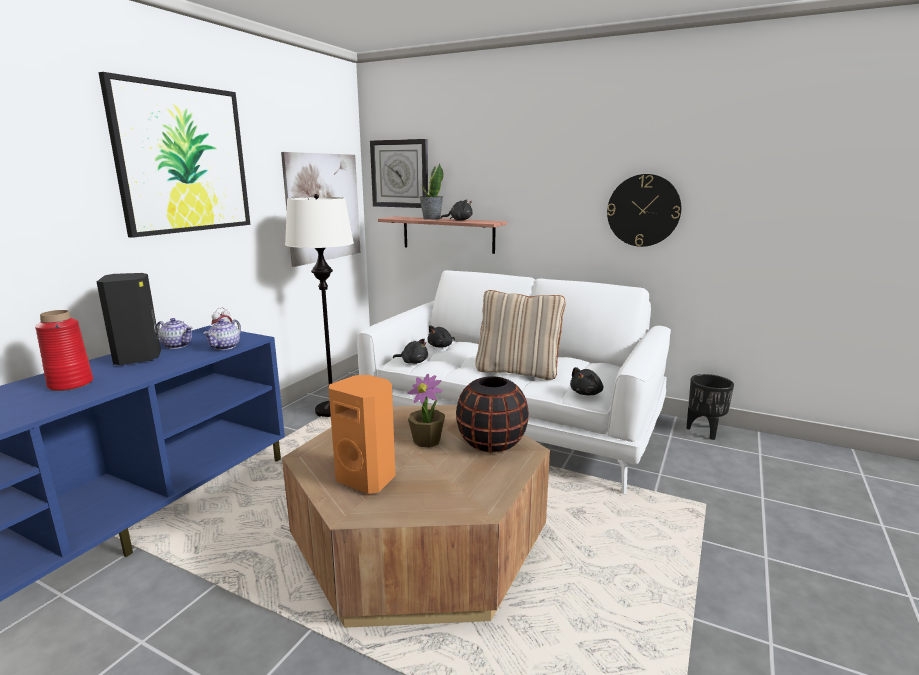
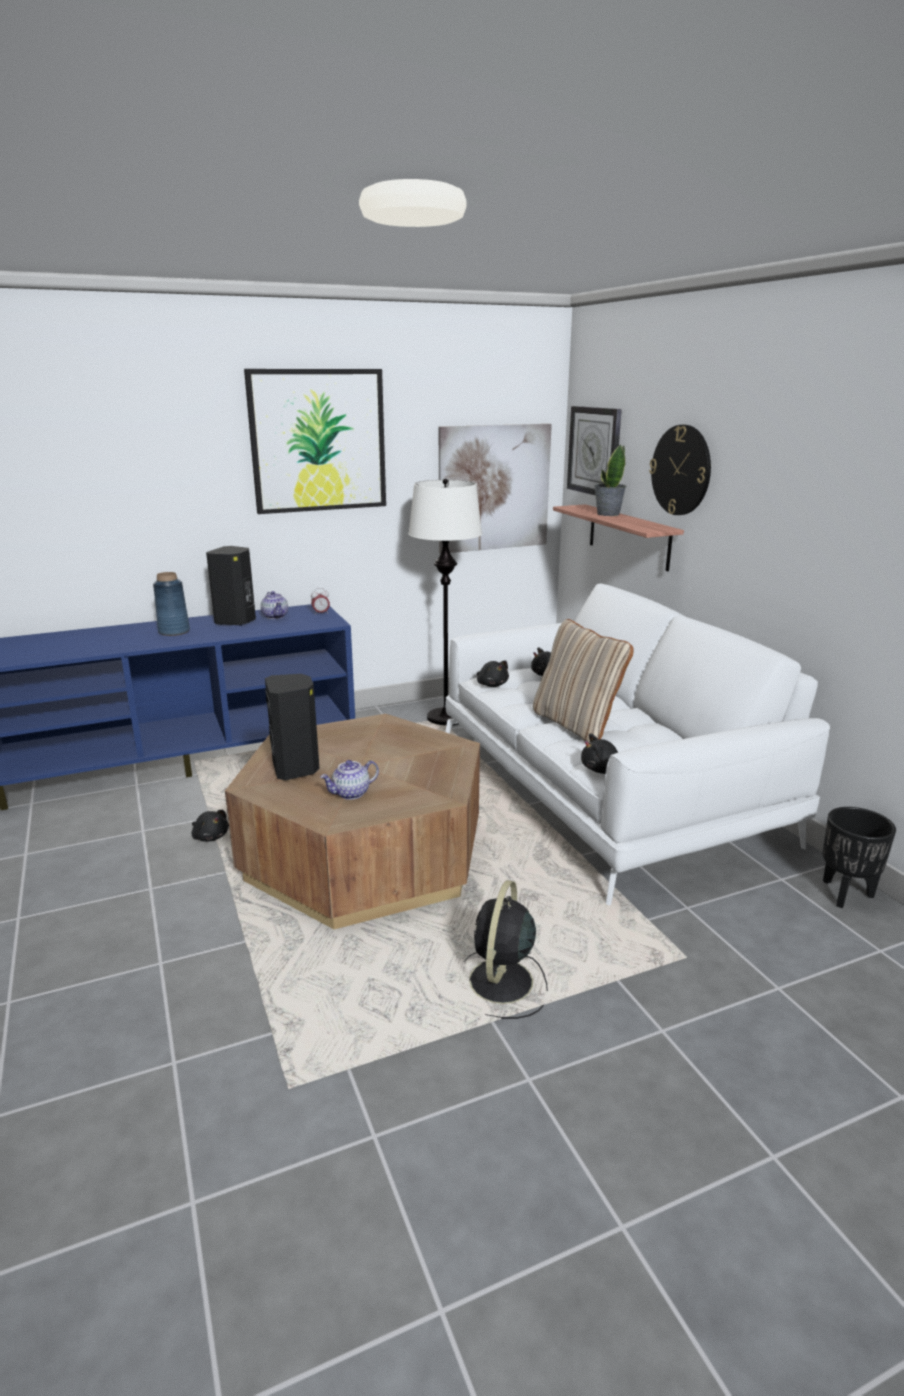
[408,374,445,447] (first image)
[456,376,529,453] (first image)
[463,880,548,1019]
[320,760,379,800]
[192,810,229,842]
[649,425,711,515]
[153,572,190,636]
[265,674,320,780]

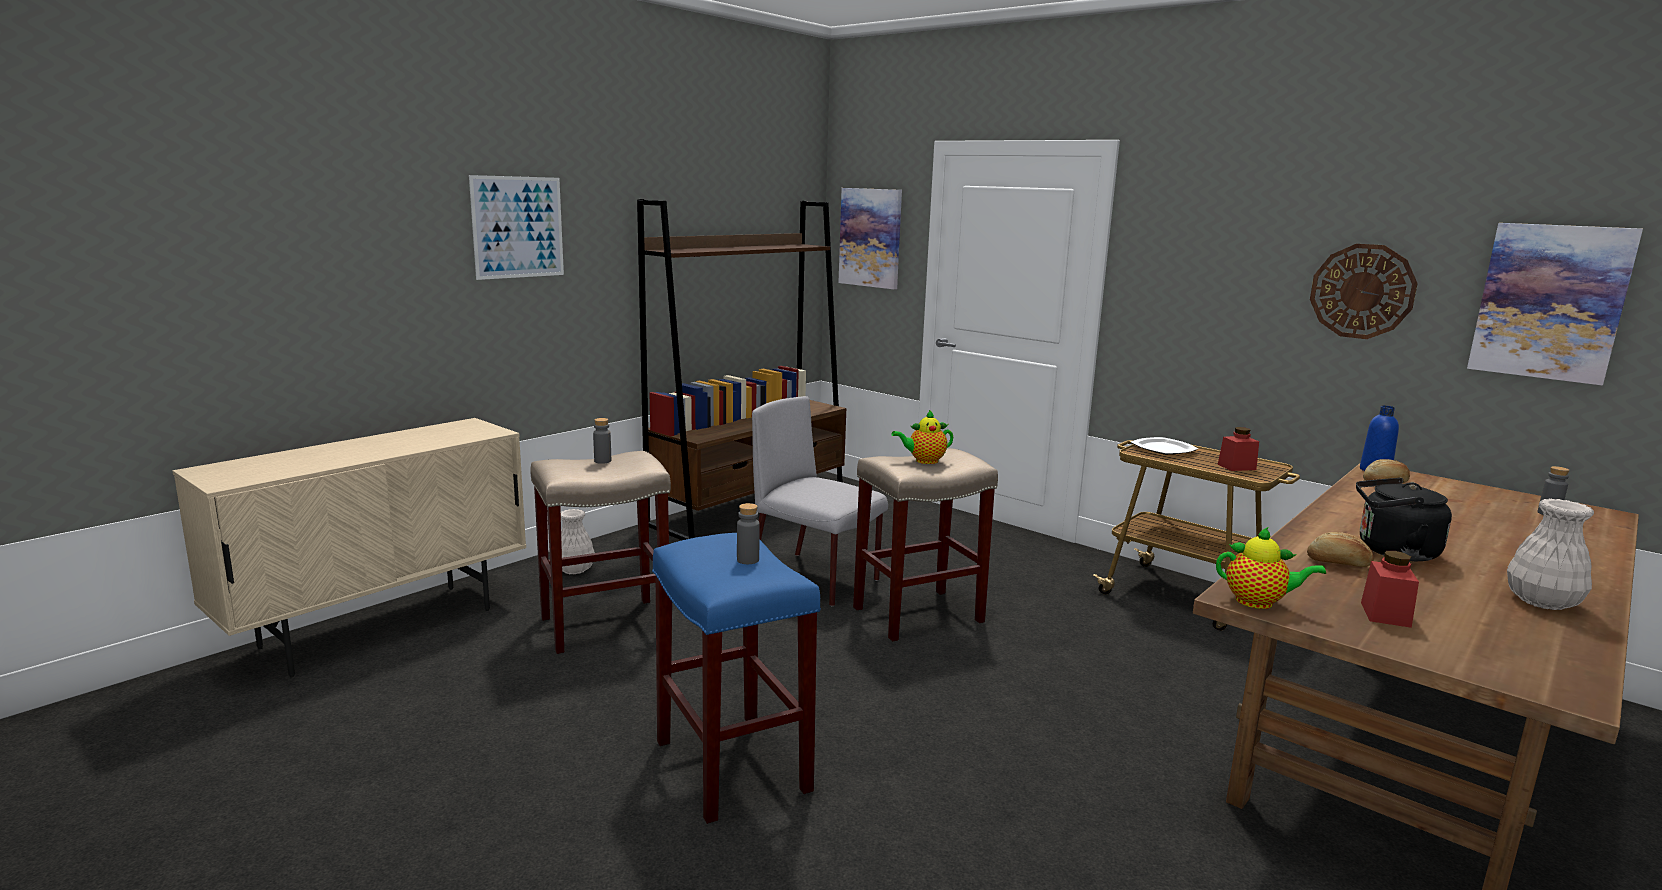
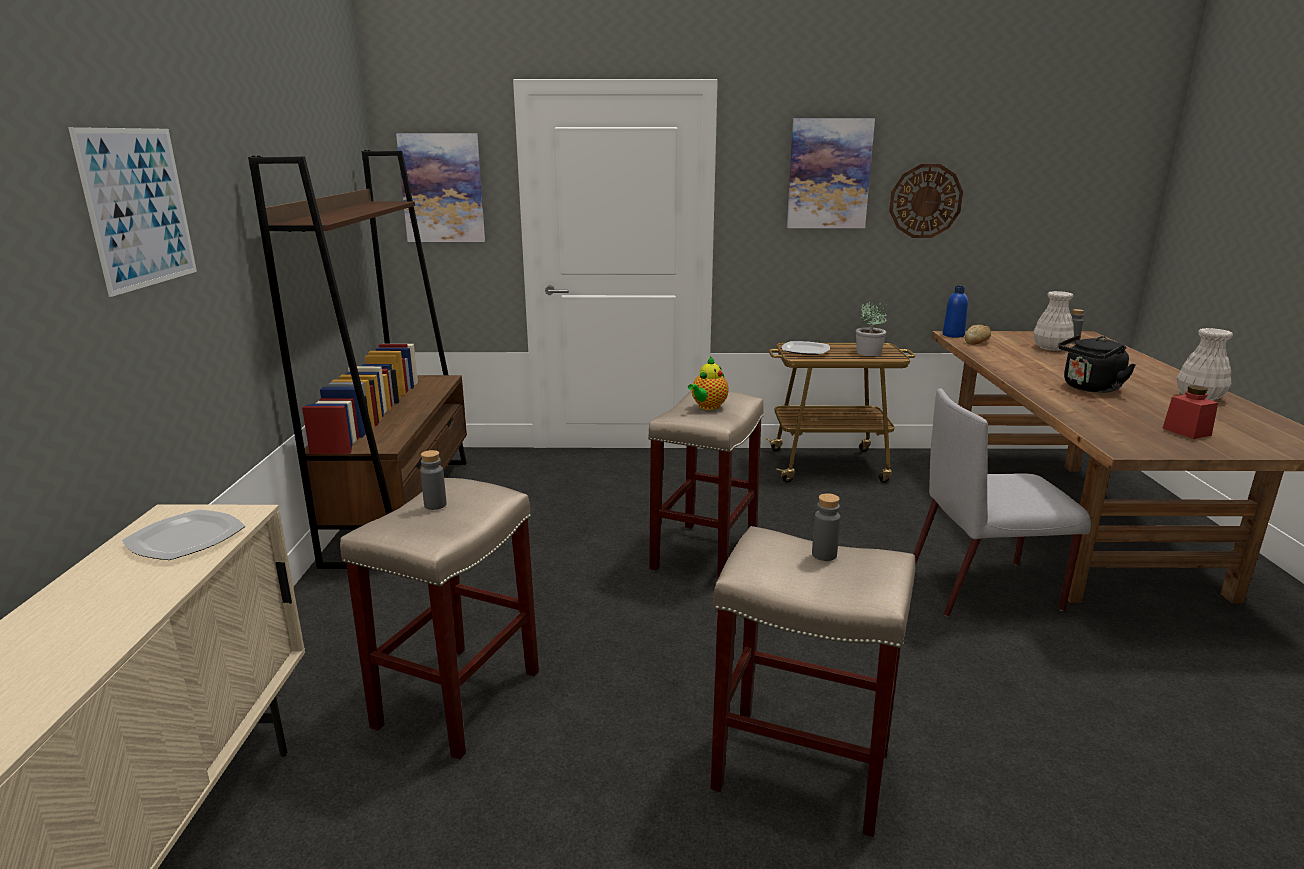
[1216,527,1326,609] (first image)
[1307,532,1374,567] (first image)
[122,509,245,560]
[1033,291,1074,351]
[914,388,1091,616]
[787,118,875,228]
[856,302,887,356]
[711,526,915,837]

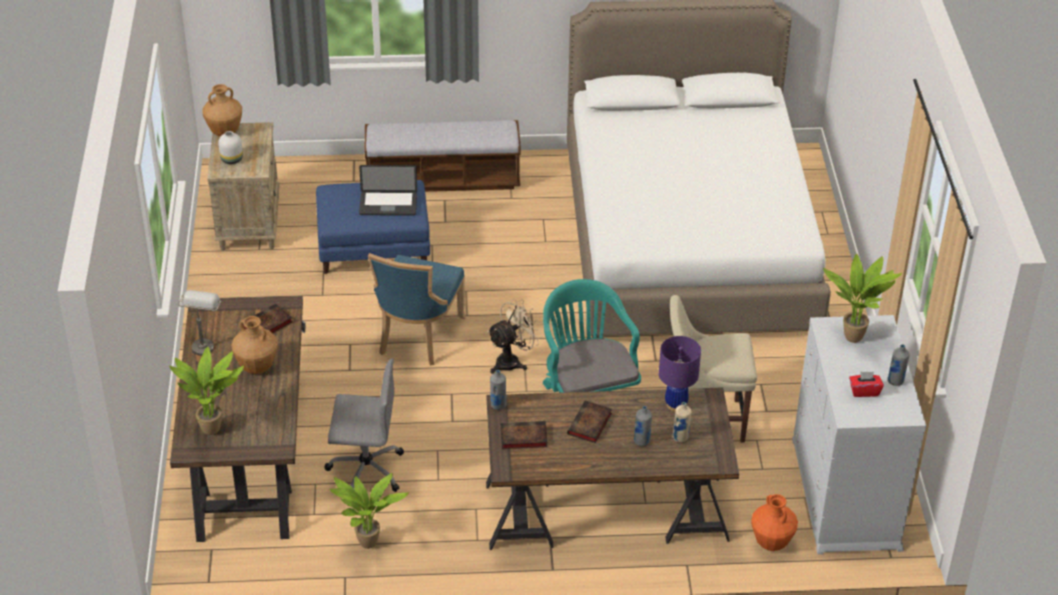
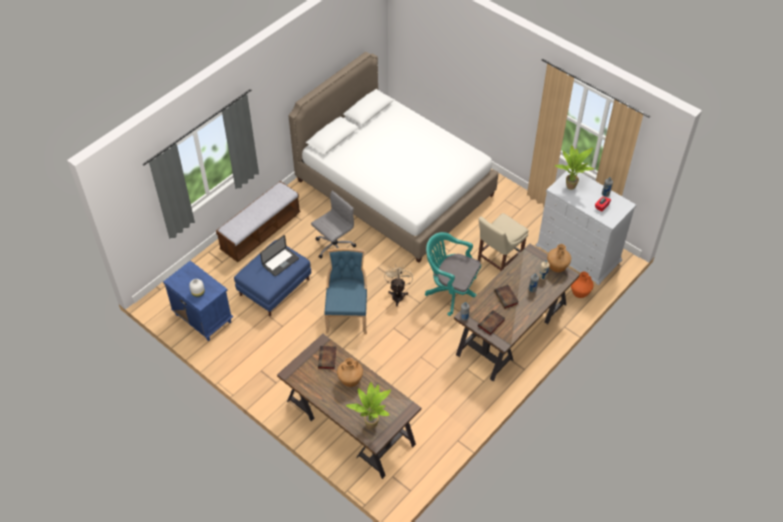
[178,290,222,356] (first image)
[329,473,409,549] (first image)
[659,336,701,411] (first image)
[547,244,571,272]
[311,191,356,259]
[163,261,234,341]
[324,248,367,334]

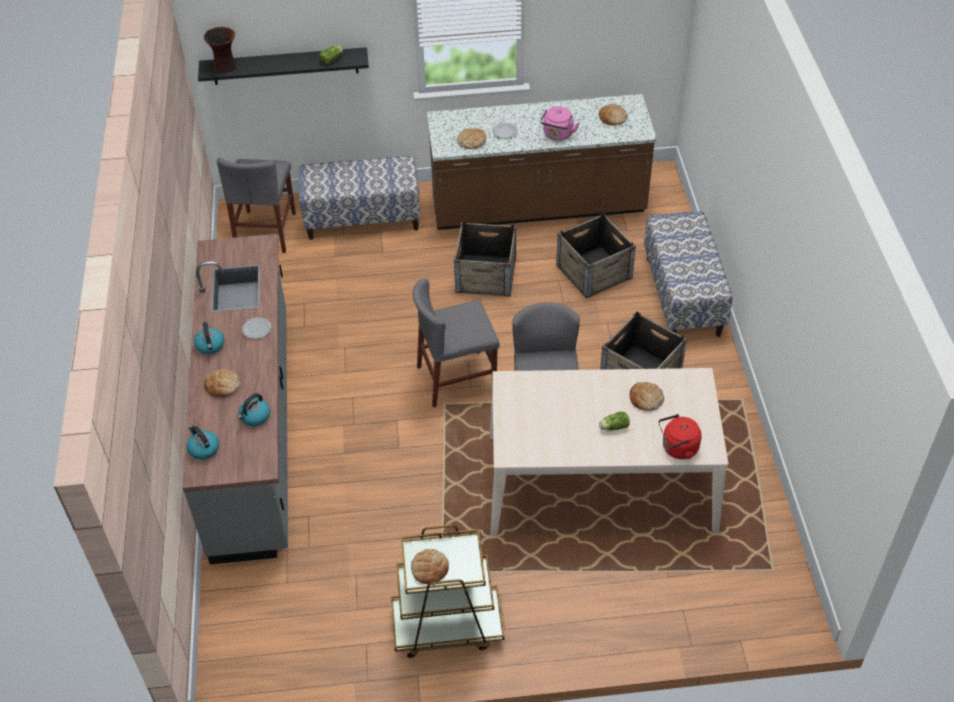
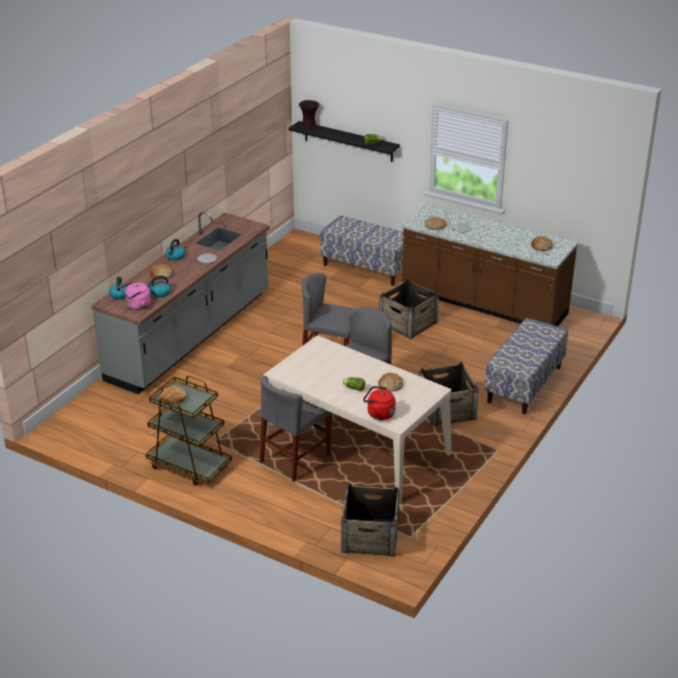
[260,376,332,482]
[120,281,151,310]
[341,484,400,557]

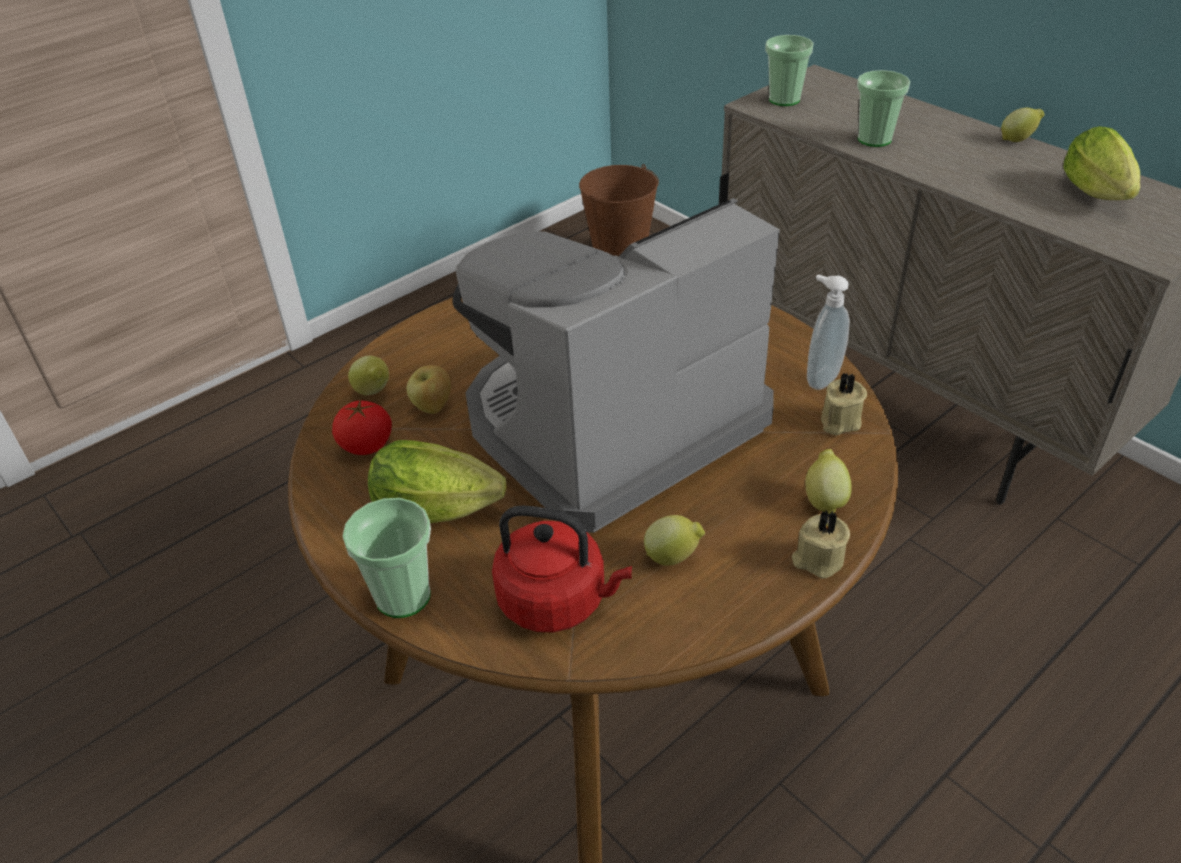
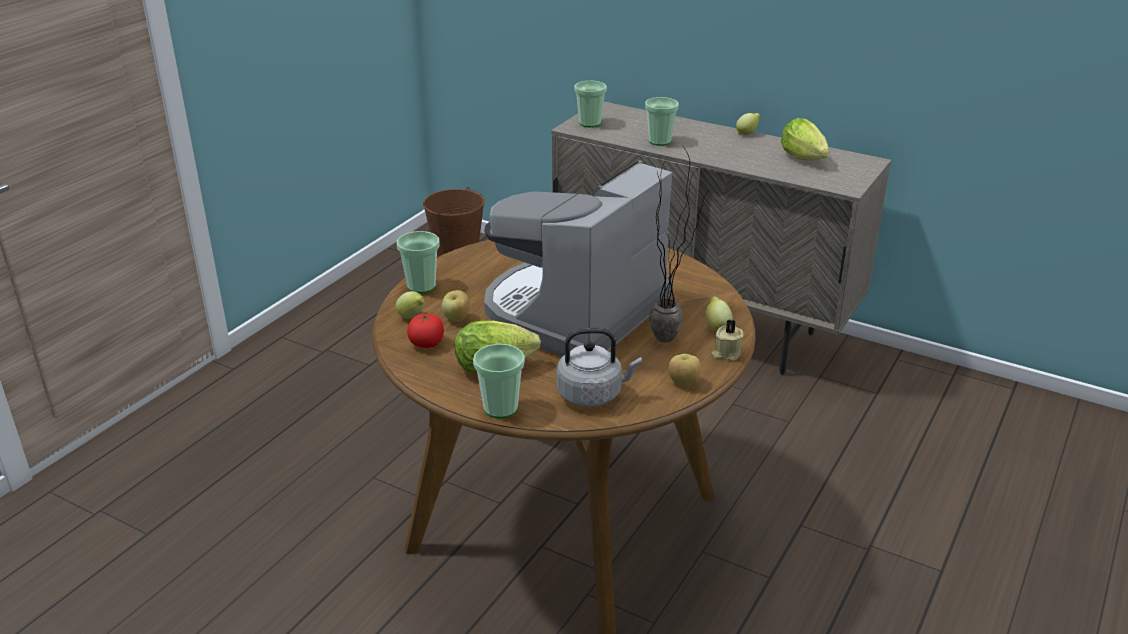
[644,515,705,566] (first image)
[807,274,850,390] (first image)
[821,372,867,435] (first image)
[397,231,440,293]
[649,146,708,343]
[669,354,701,386]
[557,328,642,407]

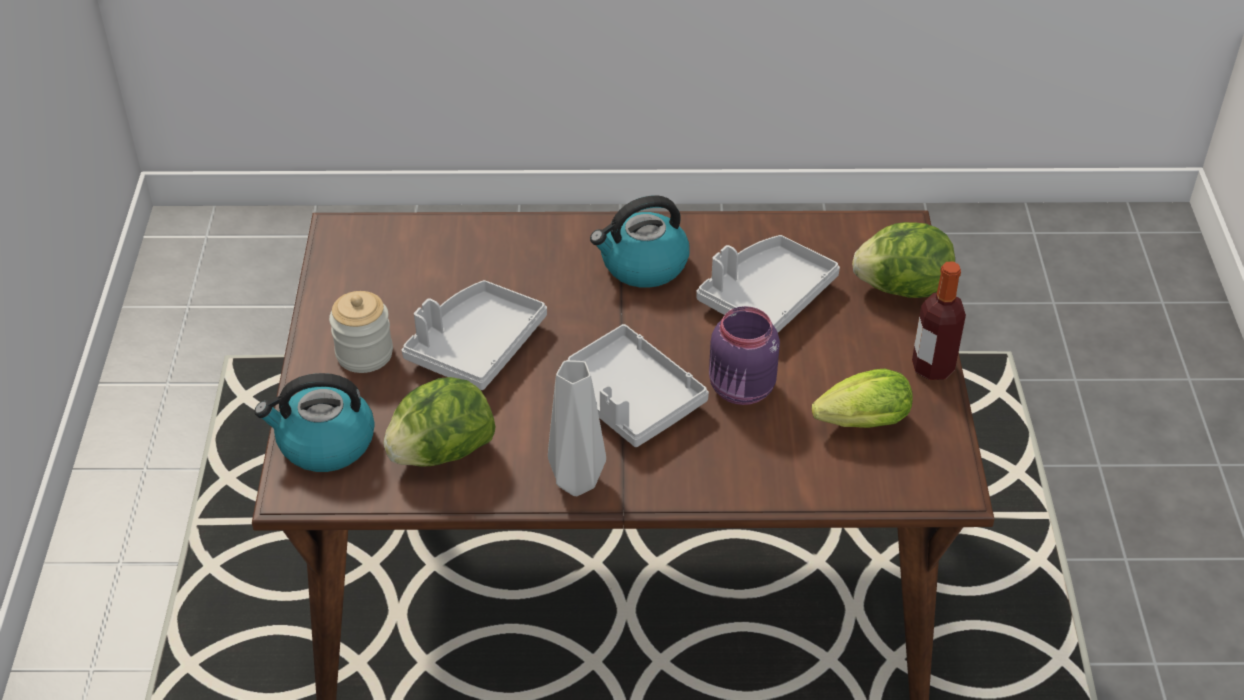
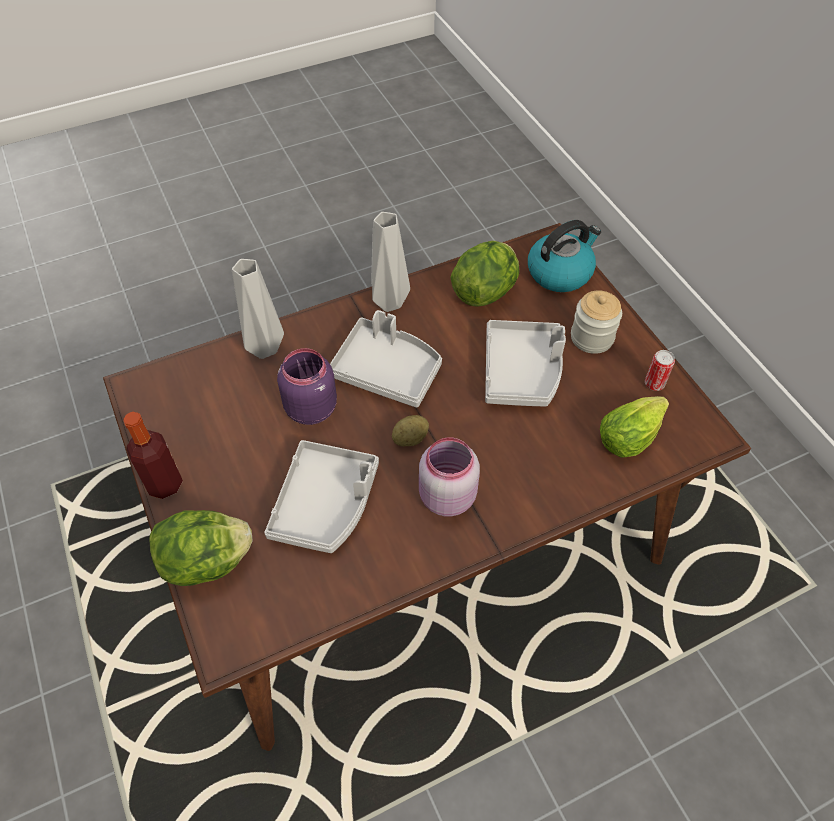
[232,259,284,359]
[392,415,429,446]
[645,350,675,391]
[600,396,669,458]
[419,437,480,517]

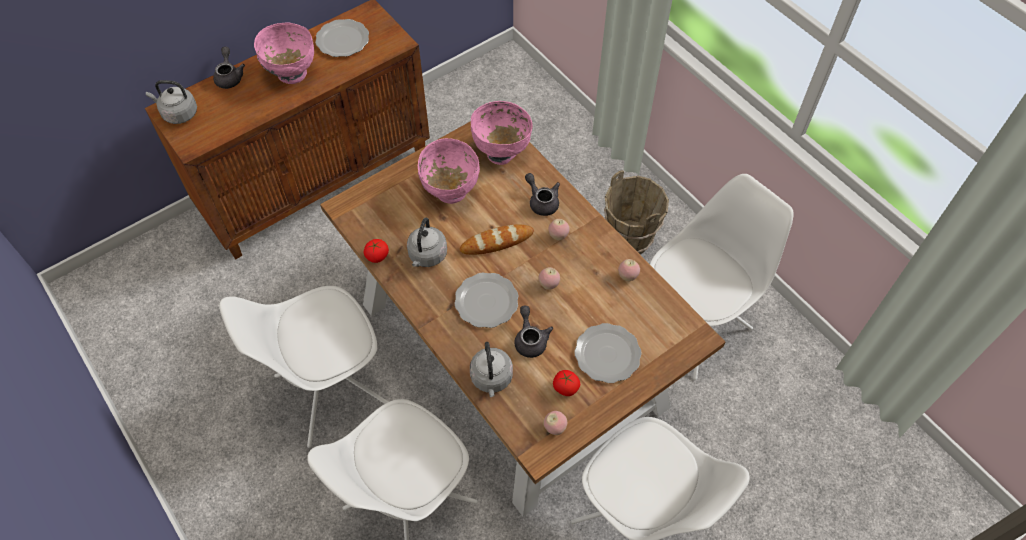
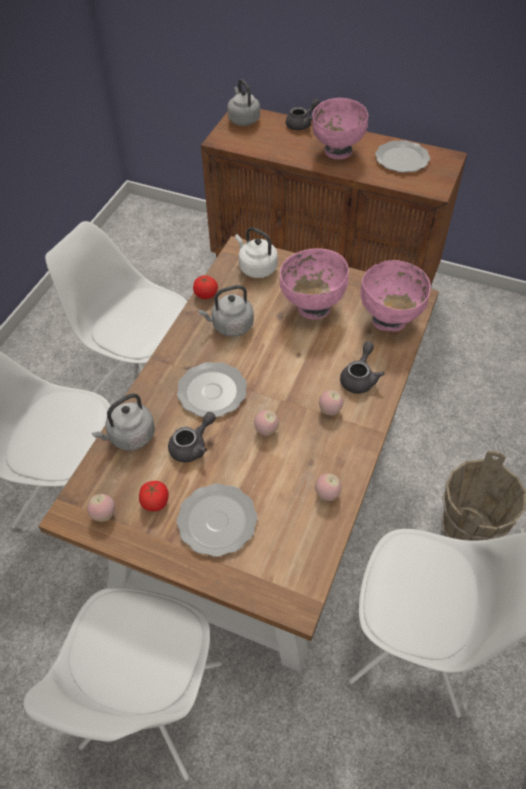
[459,224,534,255] (first image)
[235,227,278,278]

